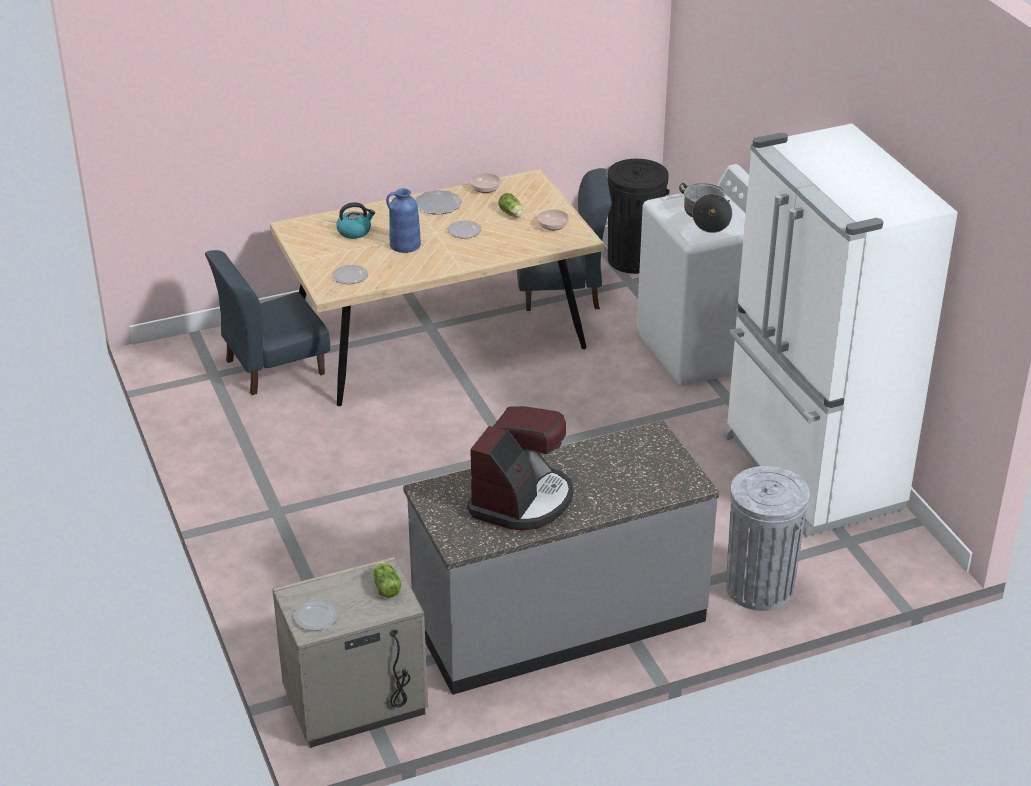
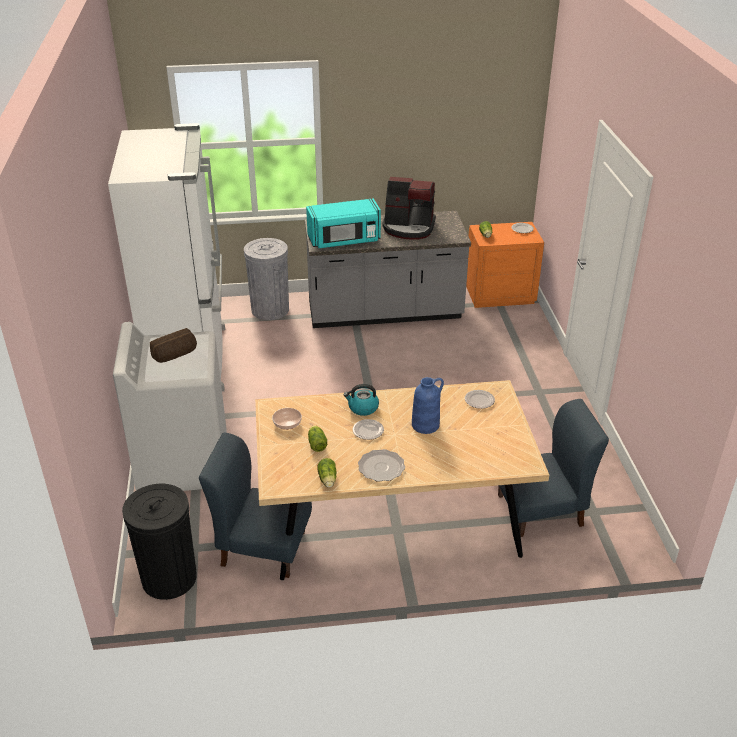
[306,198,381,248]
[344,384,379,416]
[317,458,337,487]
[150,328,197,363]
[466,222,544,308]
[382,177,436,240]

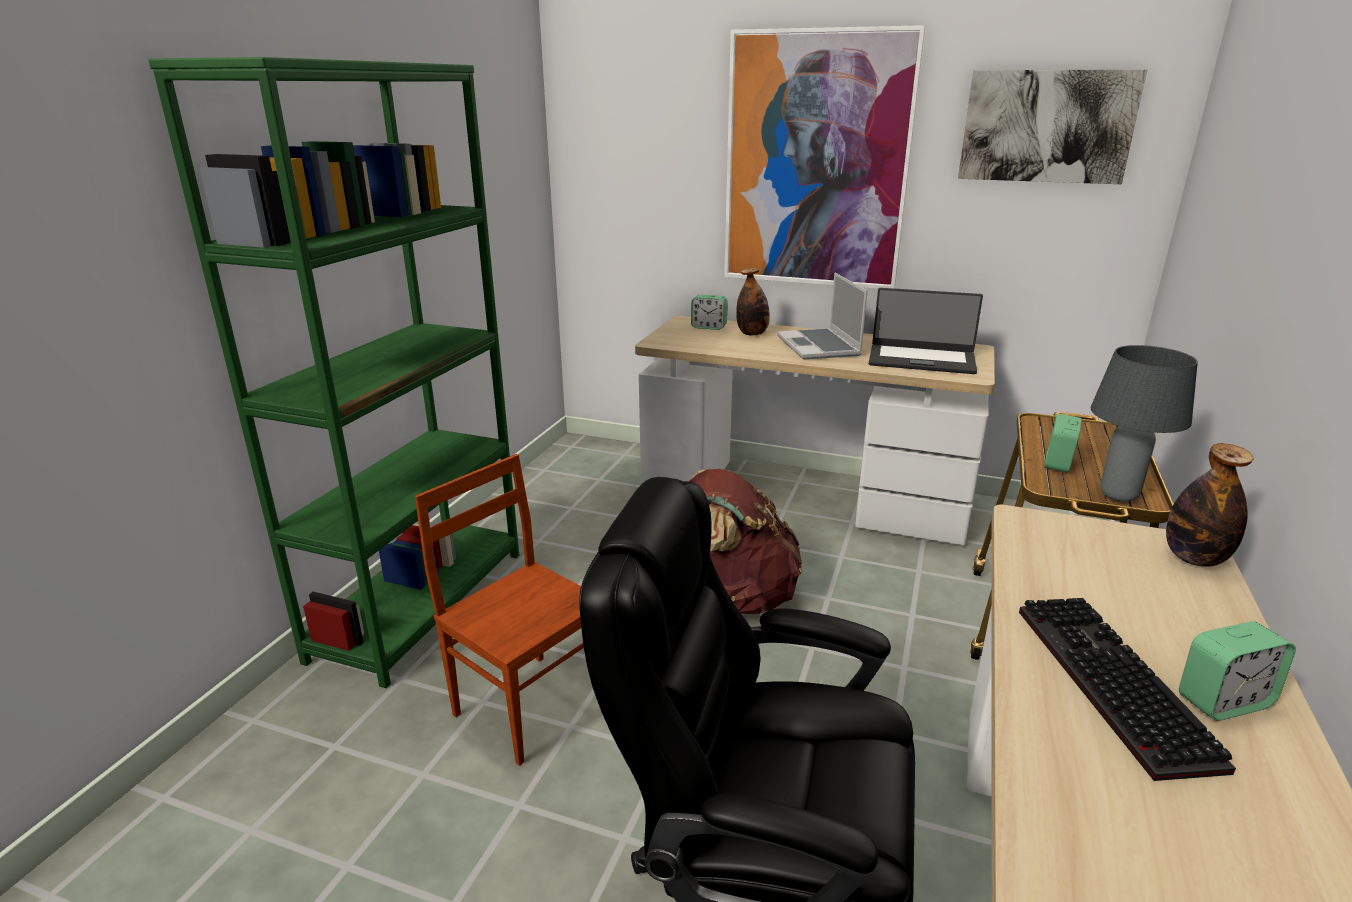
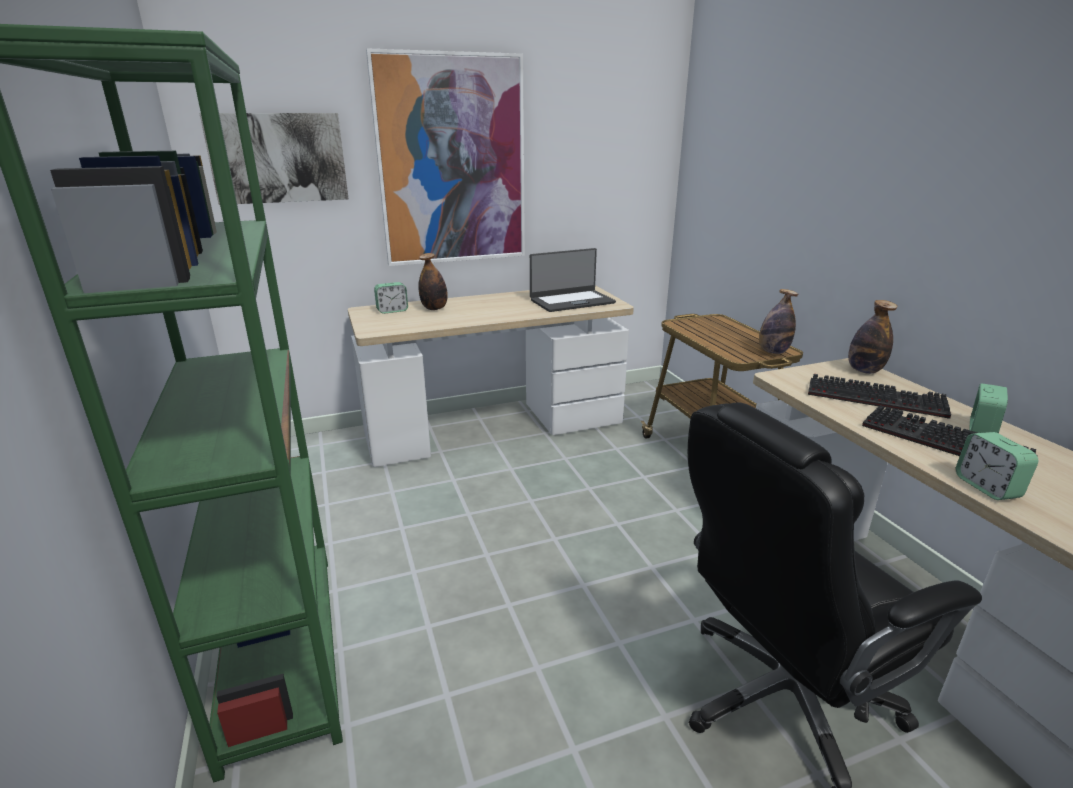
[415,454,584,766] (first image)
[689,468,802,614] (first image)
[777,272,868,360] (first image)
[808,374,951,419]
[199,113,349,205]
[956,432,1038,500]
[759,289,798,354]

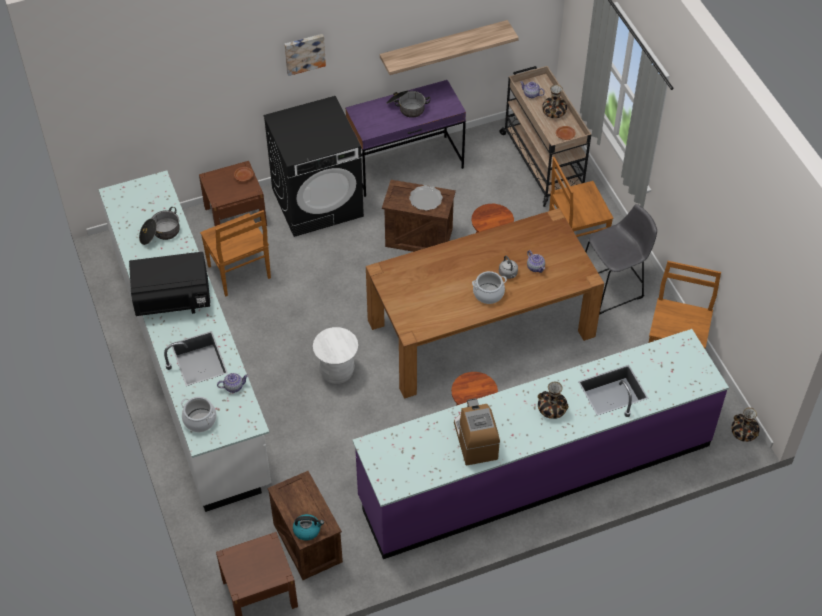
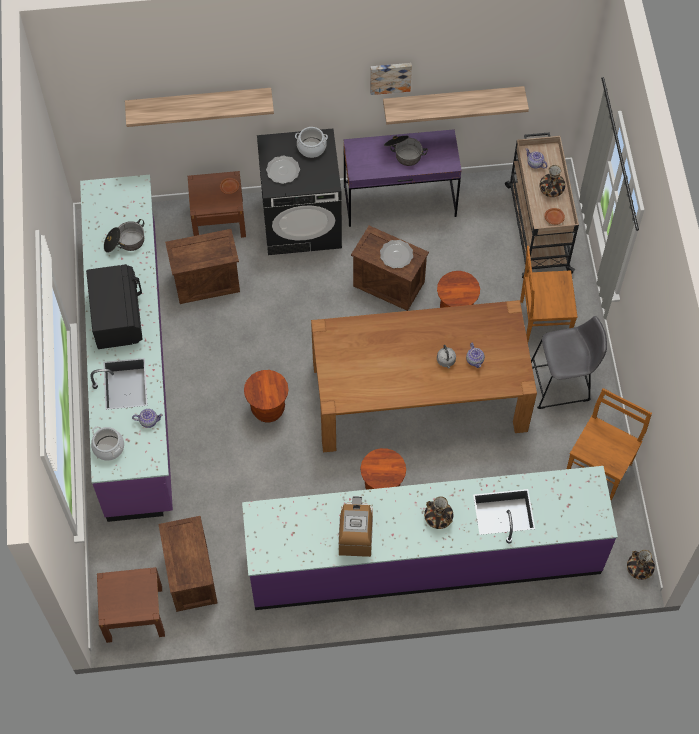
[293,514,324,541] (first image)
[125,88,274,127]
[266,155,300,184]
[370,63,412,95]
[295,127,328,158]
[165,229,240,304]
[80,175,173,522]
[244,370,289,422]
[86,264,143,349]

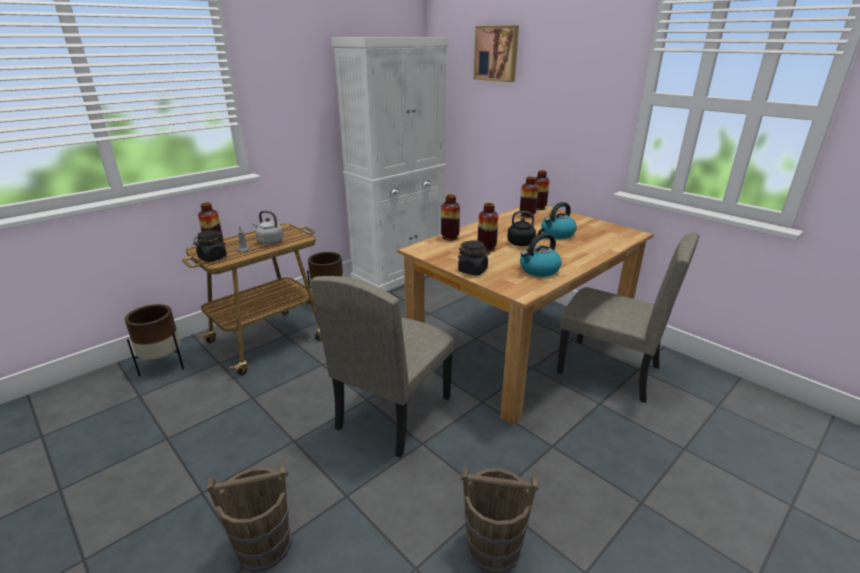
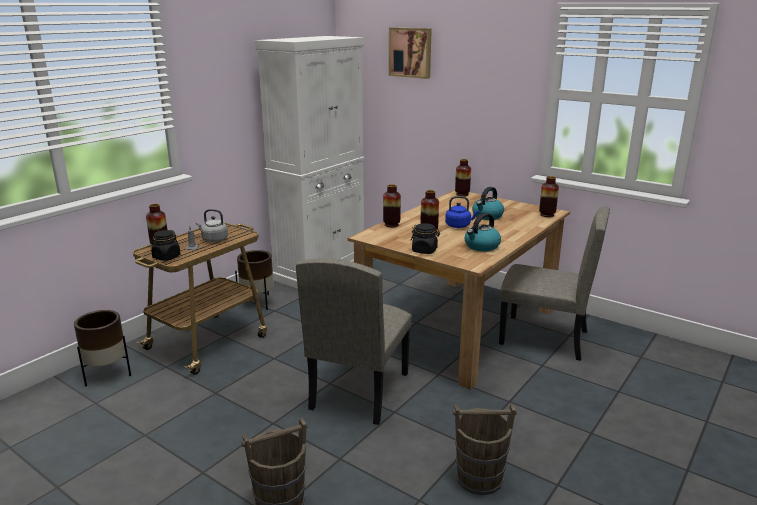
[539,176,559,217]
[445,196,479,228]

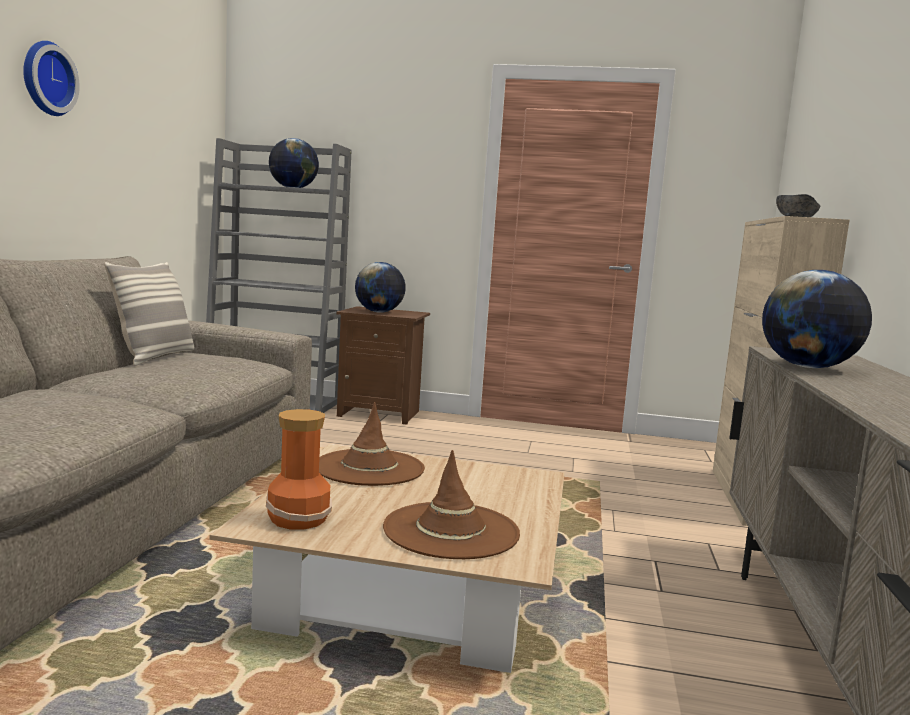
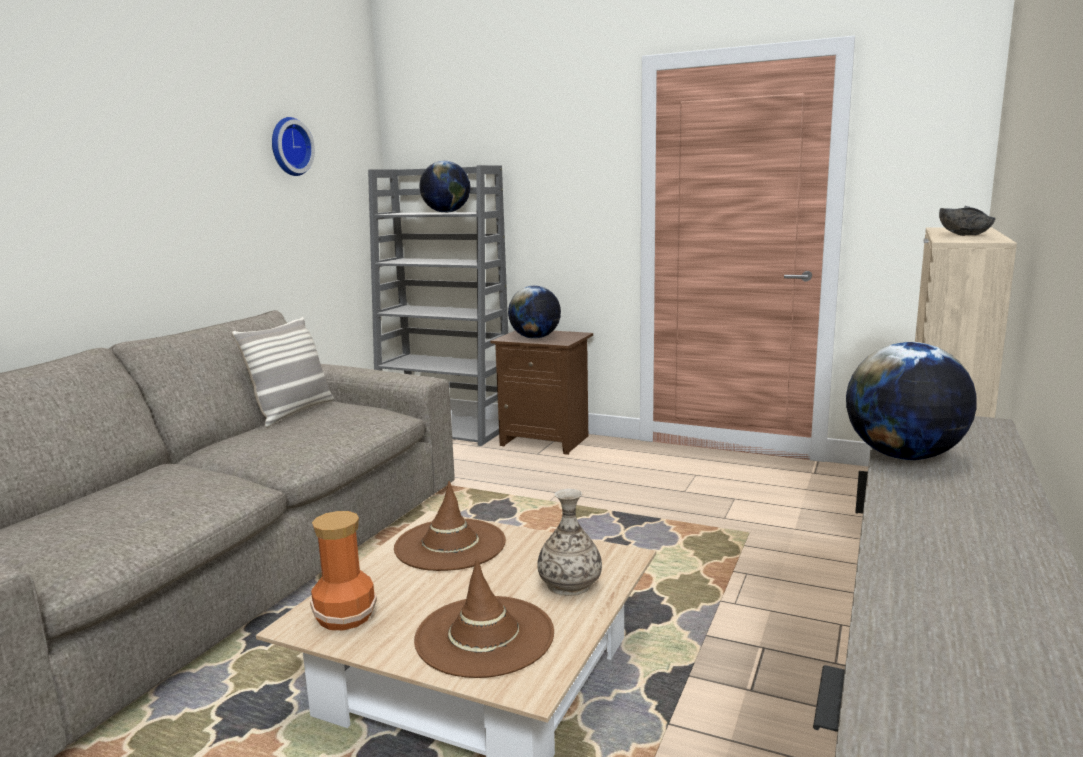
[537,489,602,596]
[272,117,315,176]

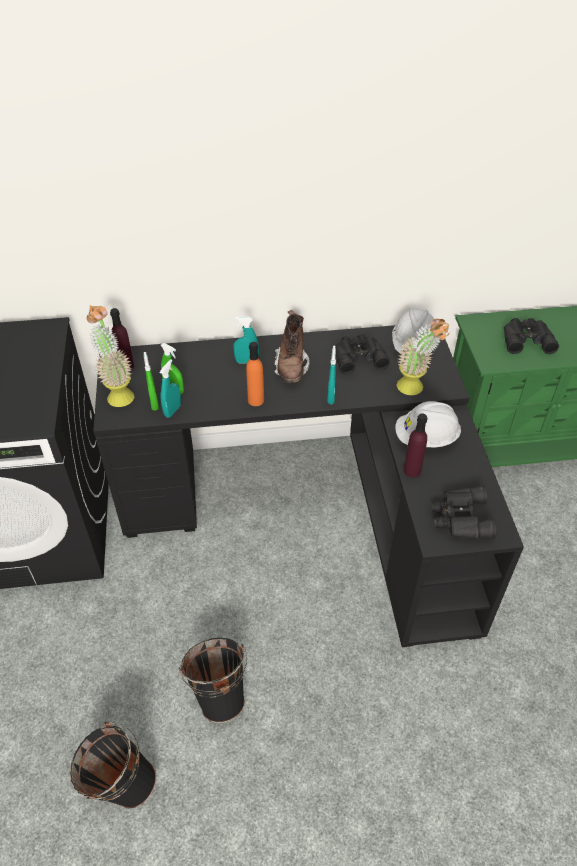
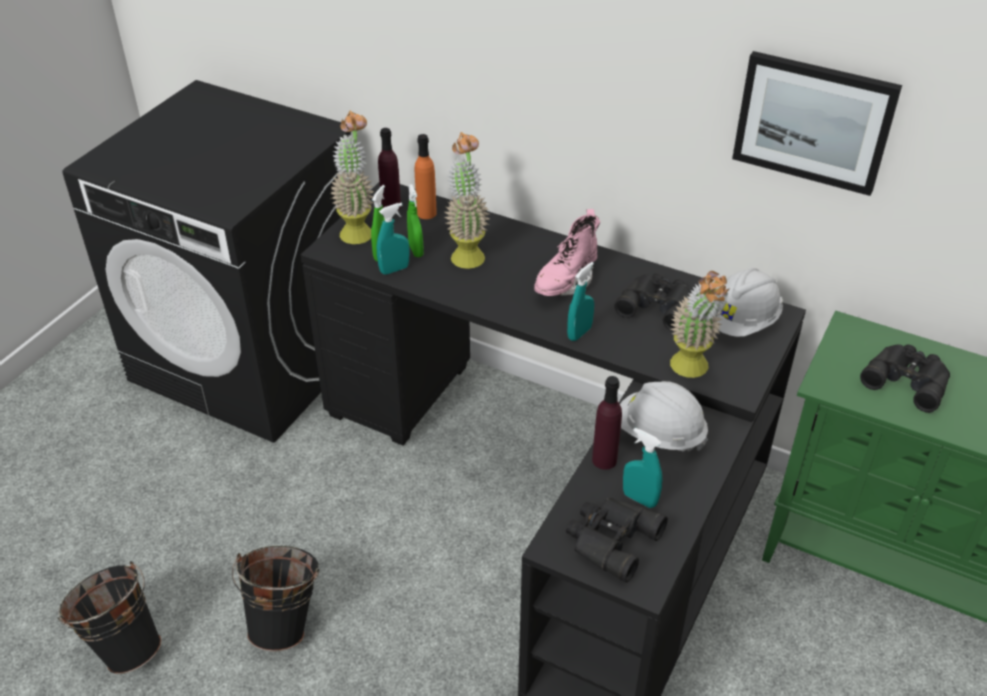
[444,132,490,269]
[732,51,902,196]
[623,428,662,508]
[415,134,437,219]
[534,209,600,296]

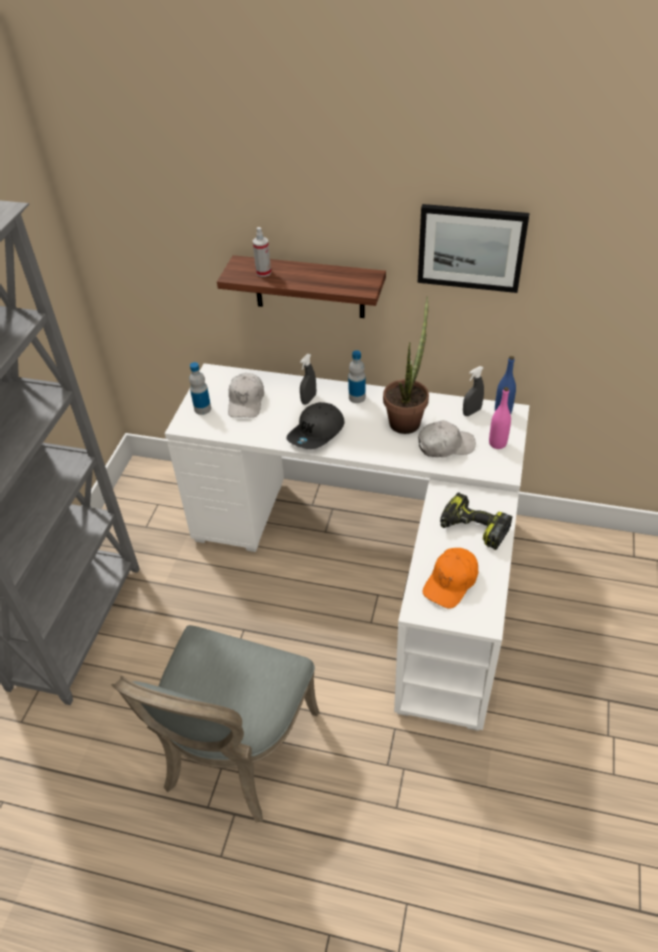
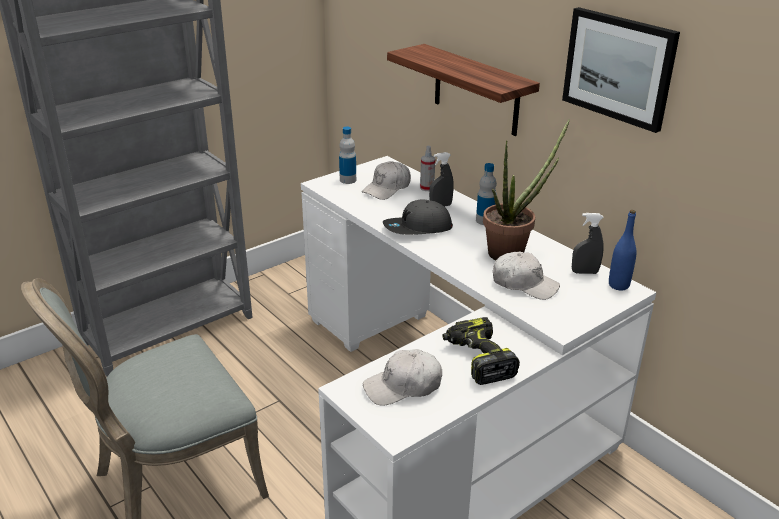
[489,387,511,449] (first image)
[420,146,435,191]
[363,349,442,406]

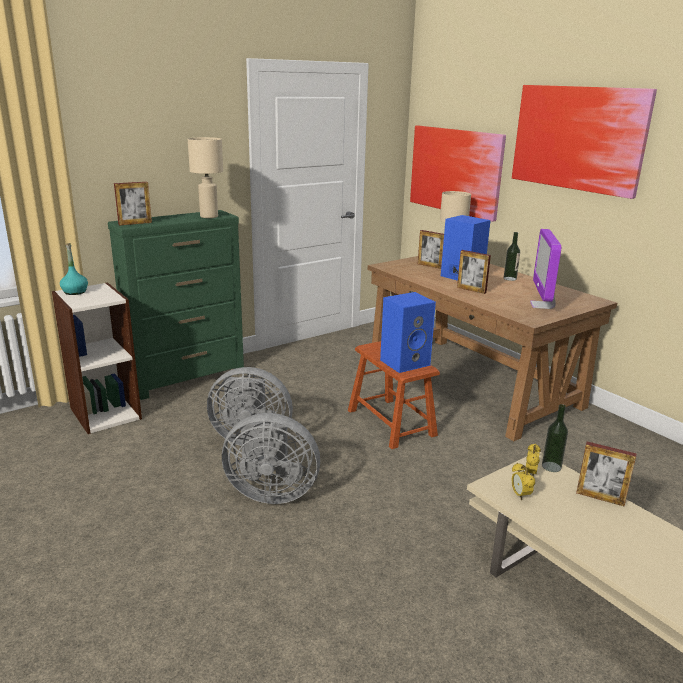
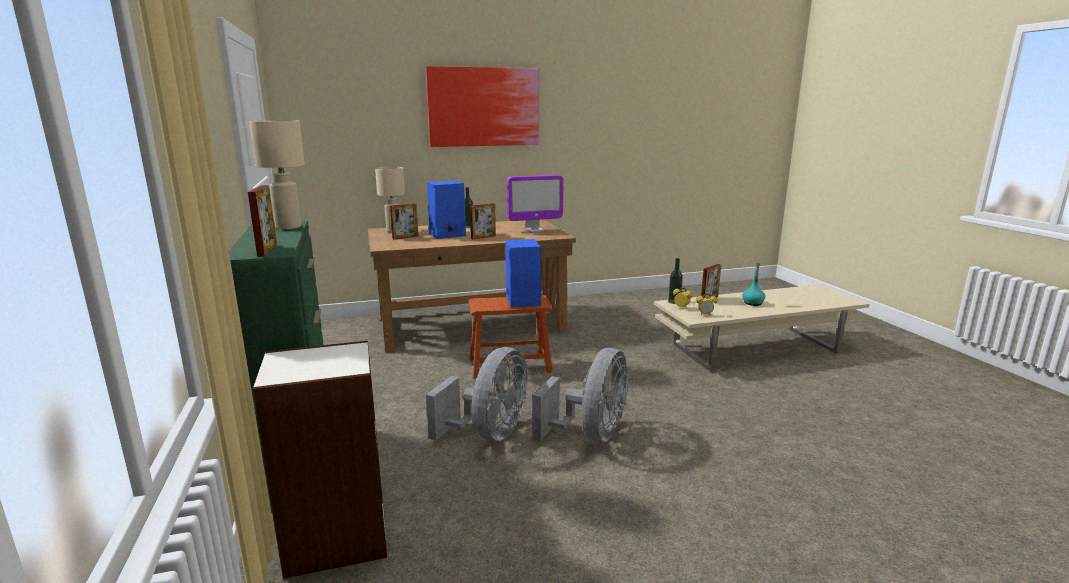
[410,126,506,222] (first image)
[742,262,766,306]
[507,175,563,232]

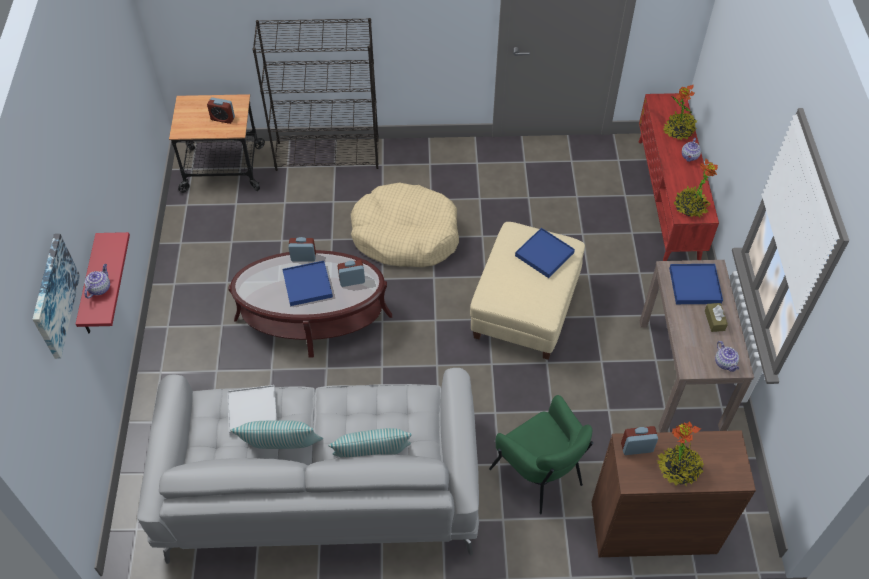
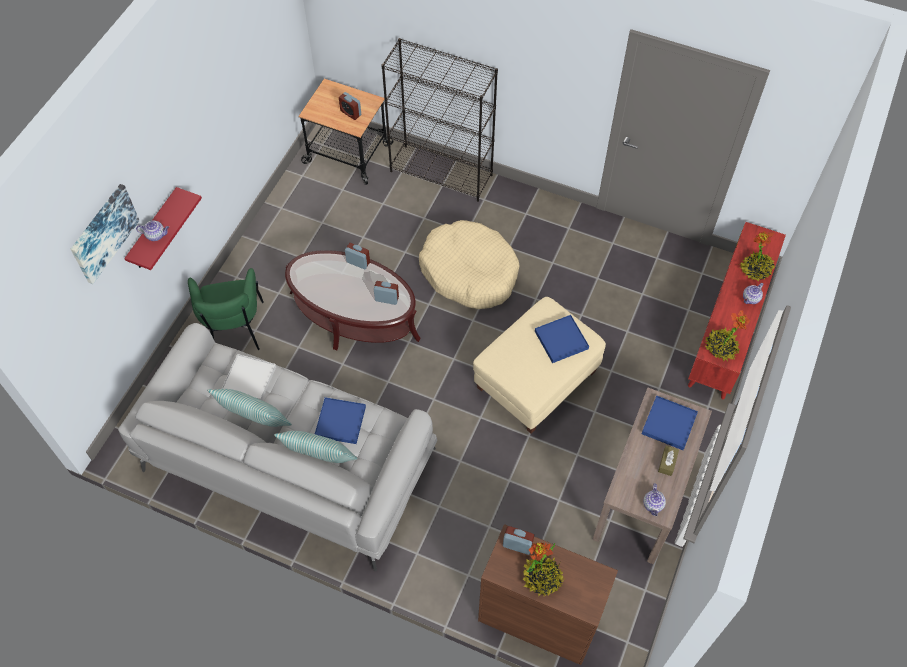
[315,397,366,444]
[188,268,264,350]
[136,221,169,241]

